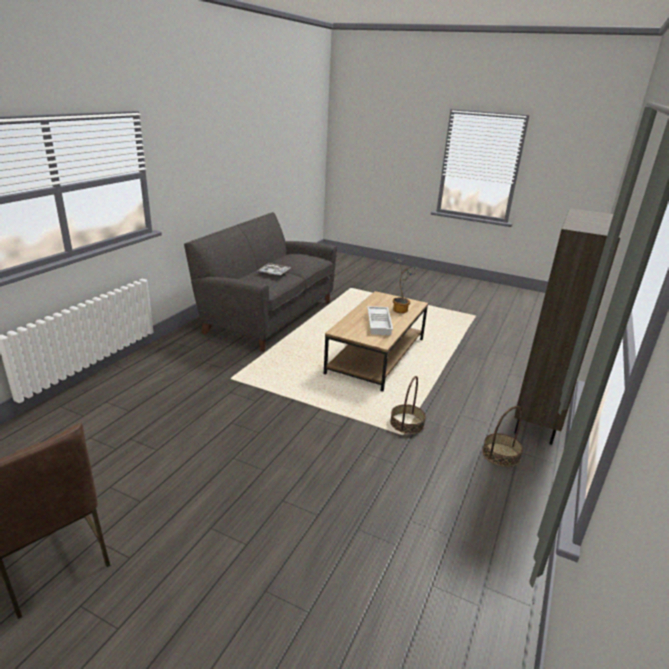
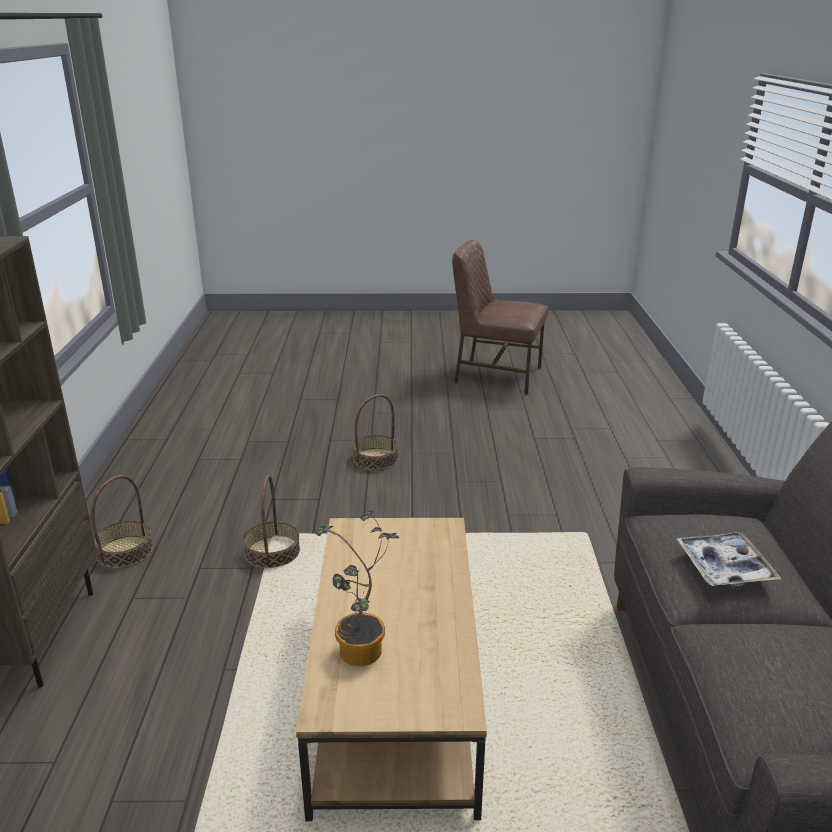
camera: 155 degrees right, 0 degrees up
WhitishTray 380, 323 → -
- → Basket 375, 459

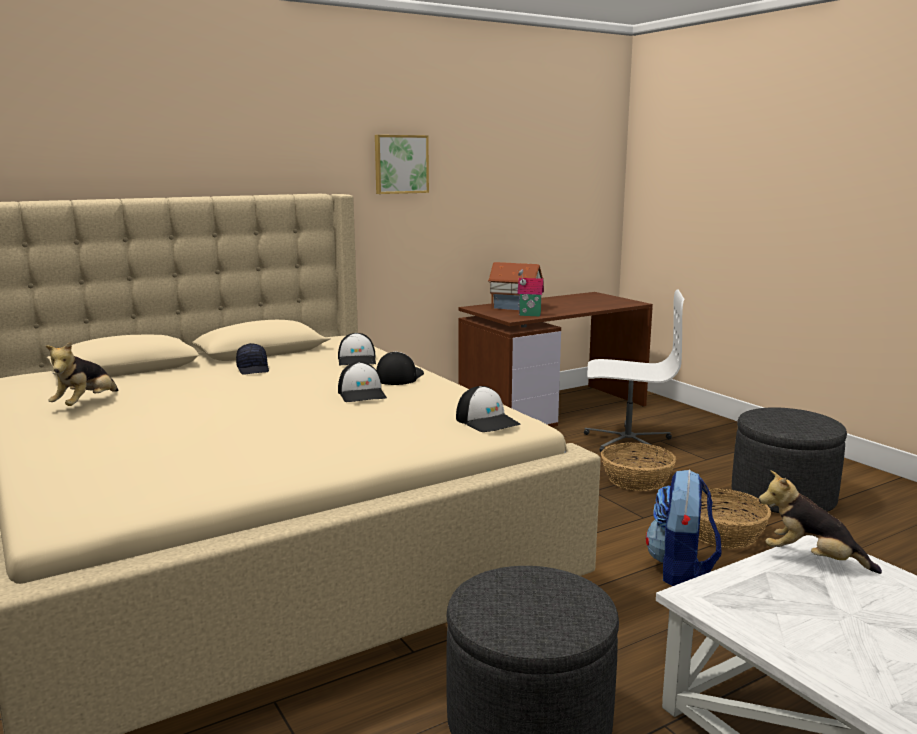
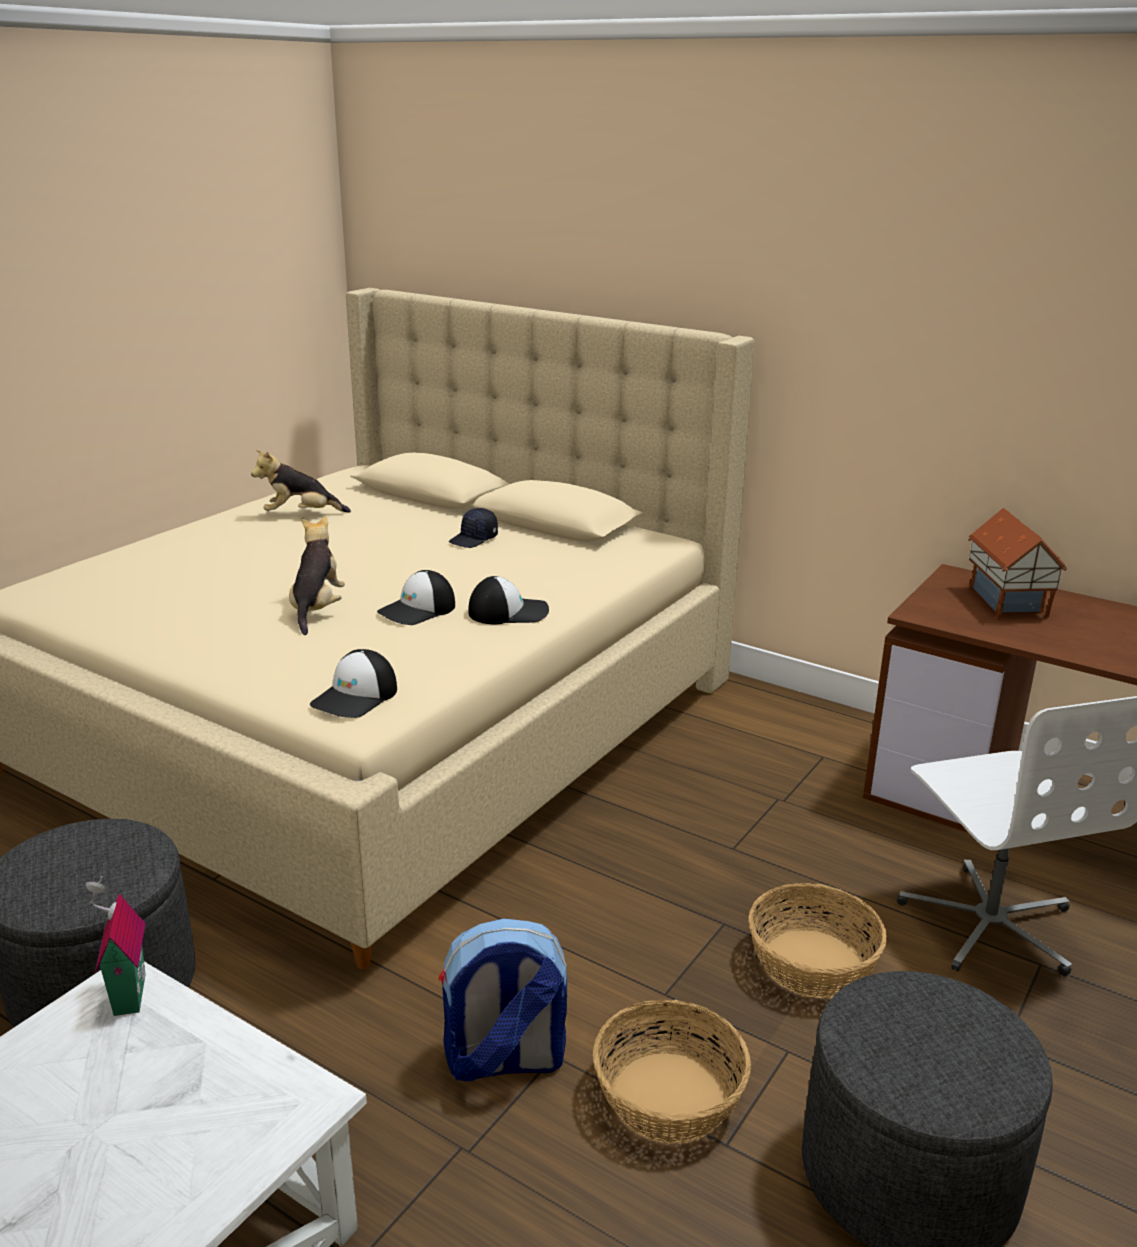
camera: 65 degrees right, 10 degrees up
Cap 357, 360 → -
WallArt 400, 164 → -
ToyHouse 529, 315 → ToyHouse 125, 994, move
CuddlyToy 811, 560 → CuddlyToy 317, 609, move

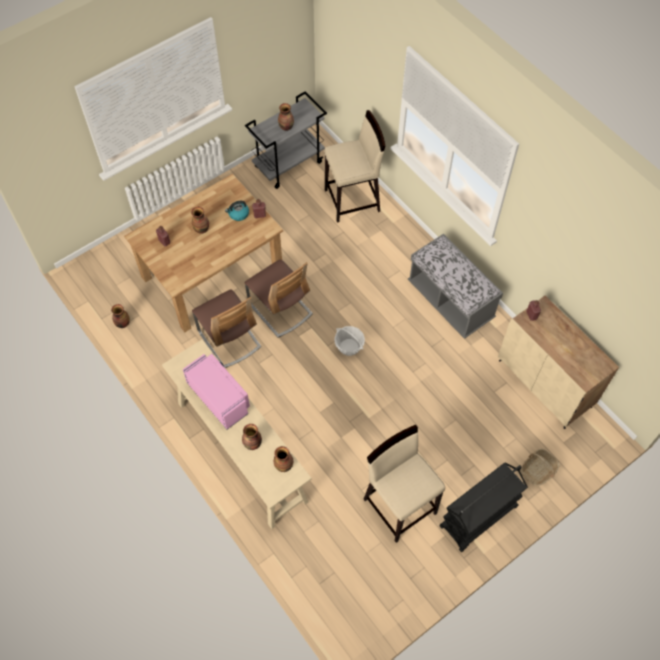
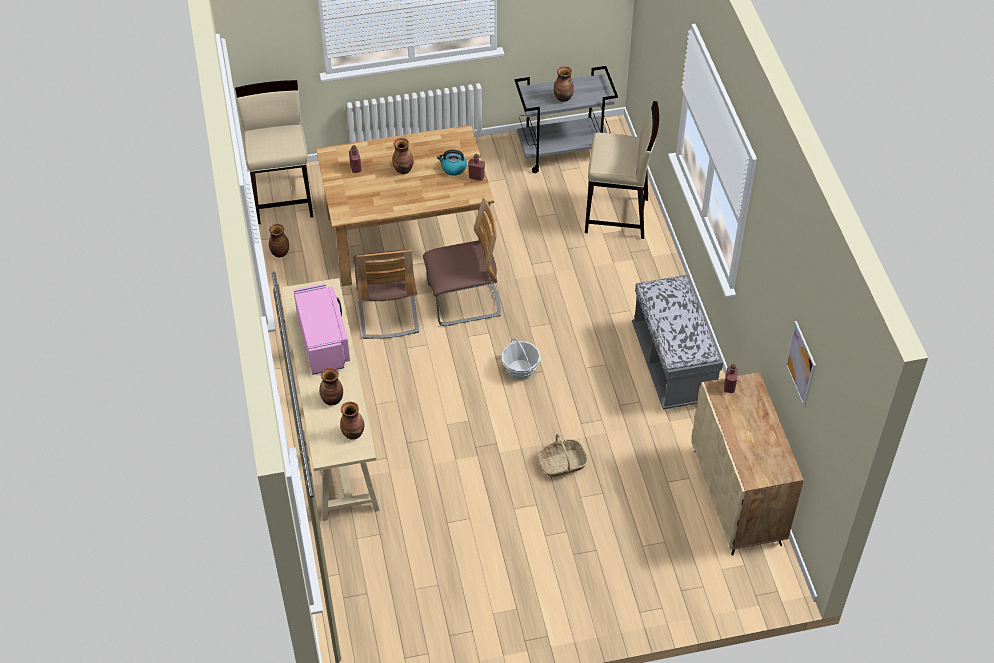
camera: 25 degrees right, 10 degrees down
Chair 280, 309 → Chair 463, 301, 90 degrees counterclockwise
SandColouredSittingStool 399, 505 → SandColouredSittingStool 283, 199, move
BlackColouredWheeledCart 478, 518 → -
Basket 538, 470 → Basket 562, 463, move
- → WallArt 801, 364

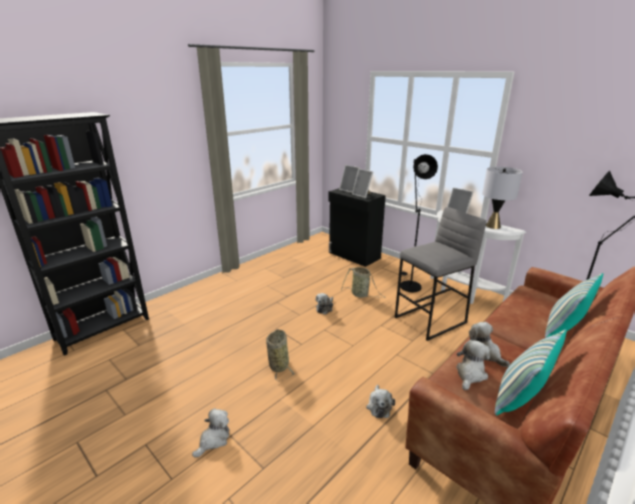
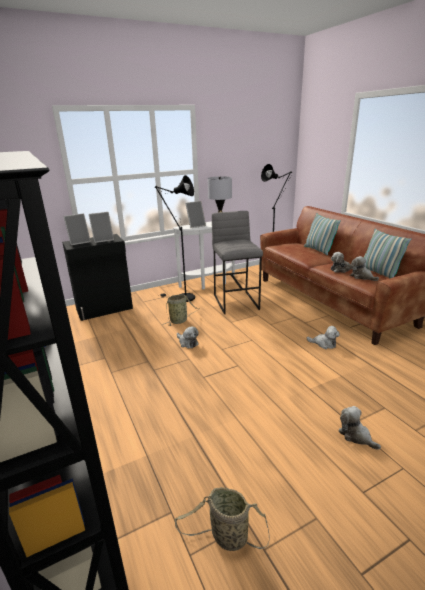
camera: 70 degrees left, 0 degrees up
Basket 279, 364 → Basket 226, 537, move

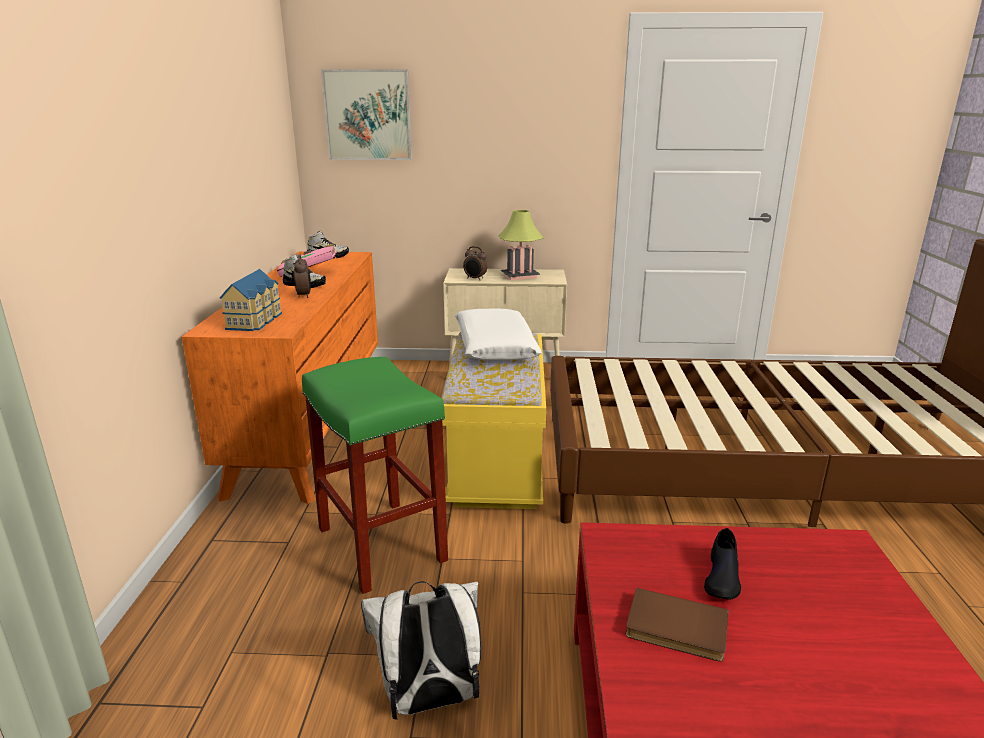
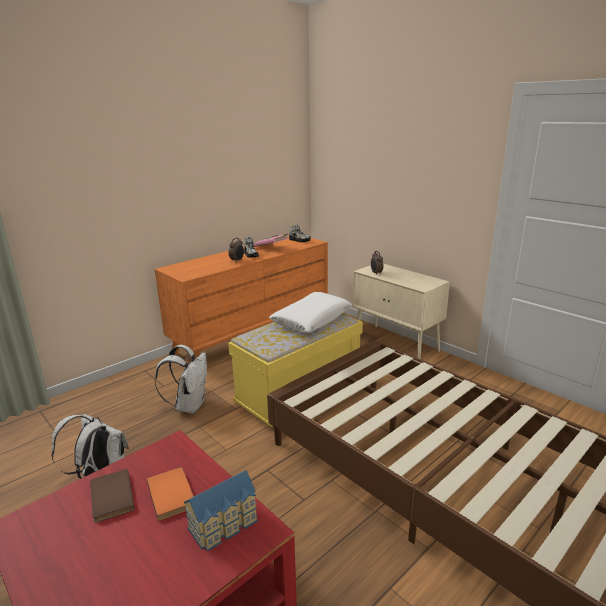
camera: 45 degrees right, 0 degrees up
ToyHouse 256, 320 → ToyHouse 225, 524, move
GreenSittingStool 379, 543 → WhitishKnapsack 189, 405
WallArt 368, 115 → -
LampForATable 520, 276 → -
BlackColouredShoe 722, 577 → OrangeBoundBook 173, 494

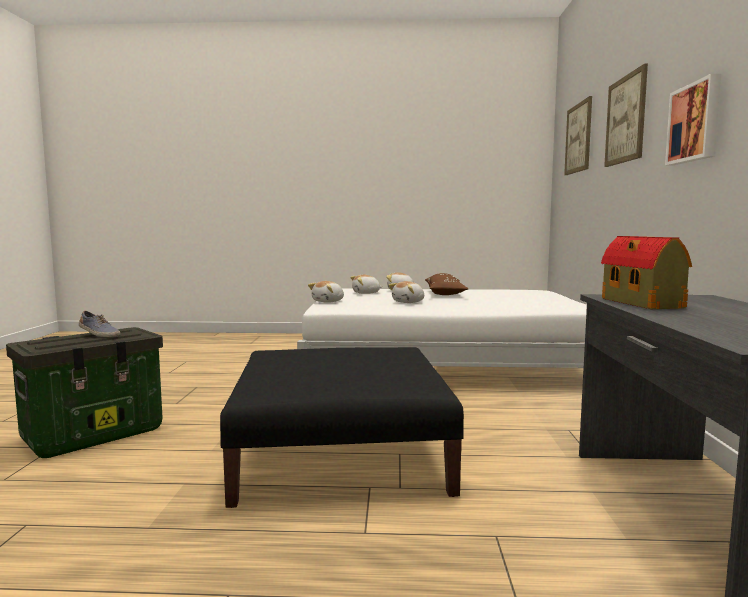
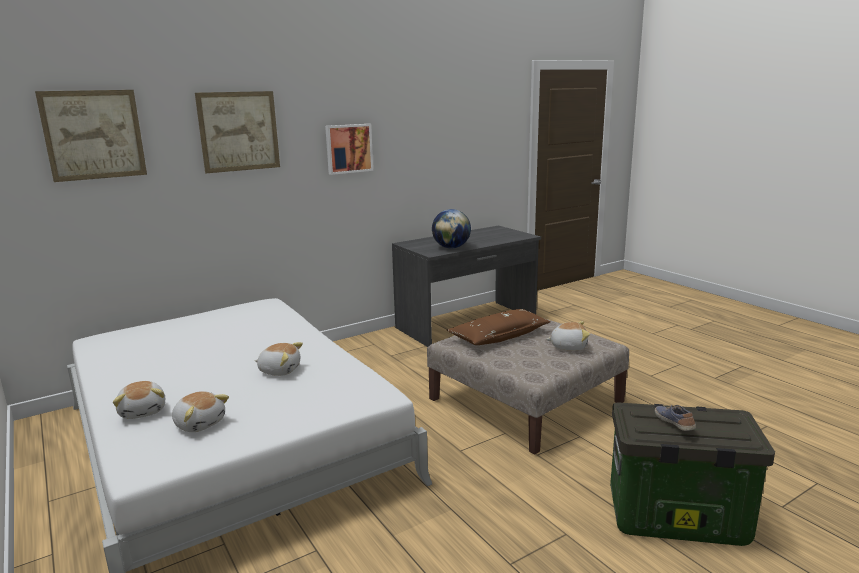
camera: 125 degrees left, 10 degrees up
BlackColouredPouffe 341, 455 → SandColouredPouffe 525, 400
CuddlyToy 328, 301 → CuddlyToy 568, 346, move
BrownPillow 445, 293 → BrownPillow 499, 336, move
ToyHouse 642, 303 → DeskGlobe 451, 247

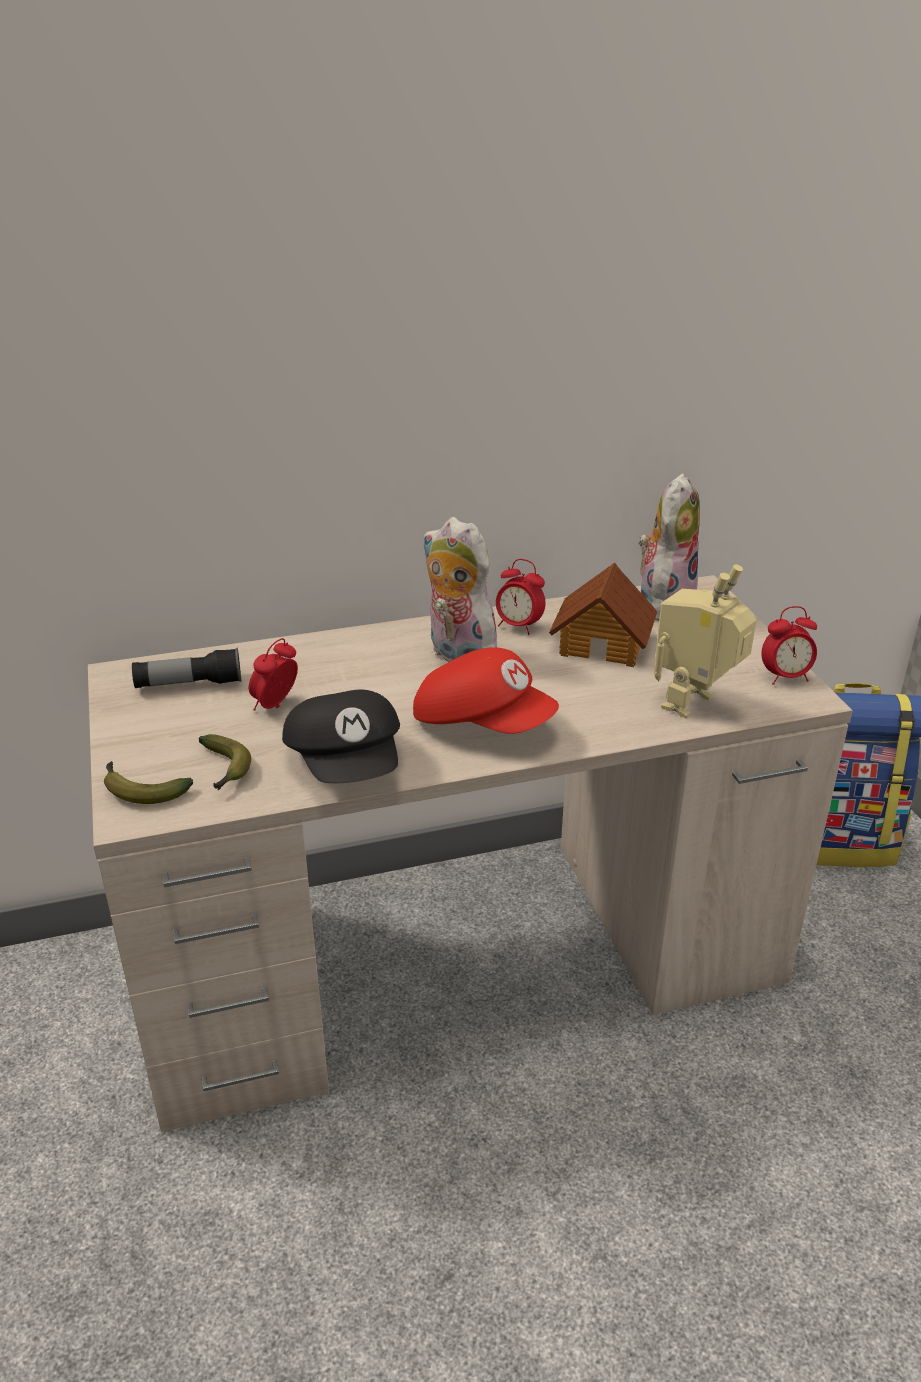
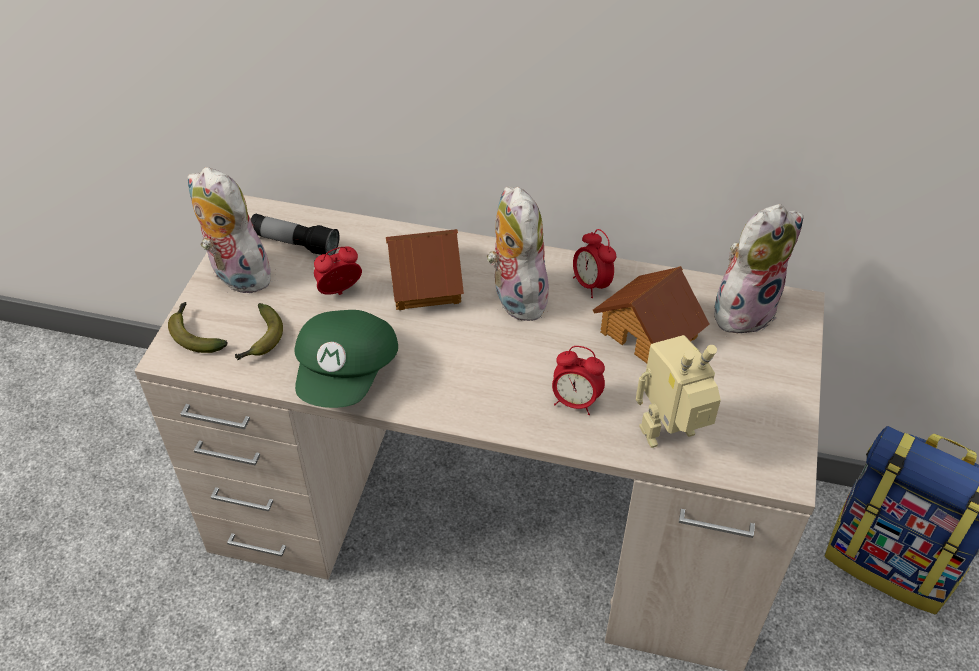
camera: 30 degrees right, 15 degrees up
BlackColouredCap 348, 764 → GreenCap 348, 373
RedCap 483, 722 → -
BedsideClock 785, 677 → BedsideClock 575, 402, move
- → CuddlyToy 236, 275
- → ToyHouse 423, 282

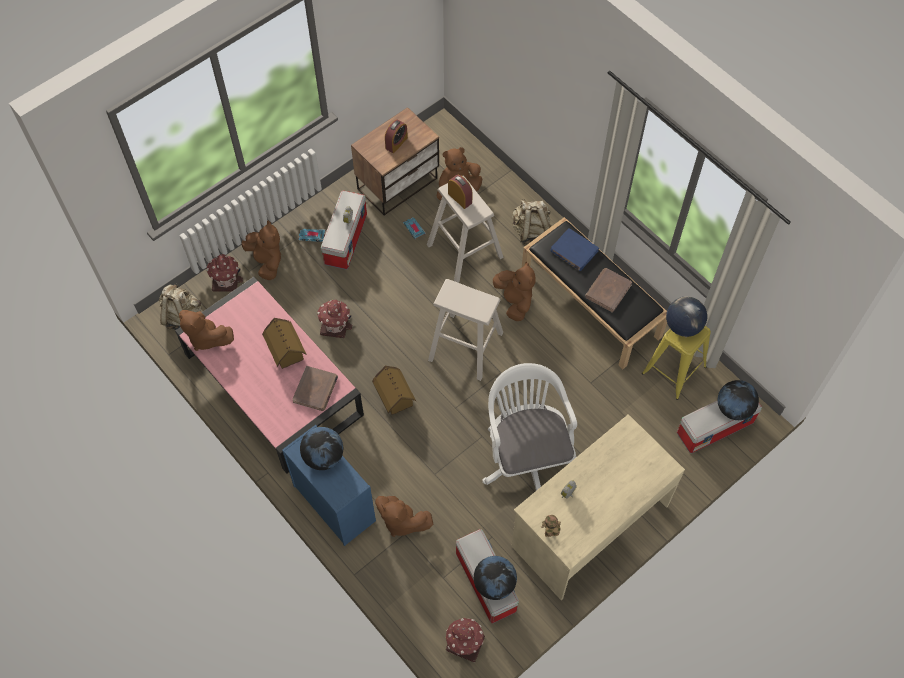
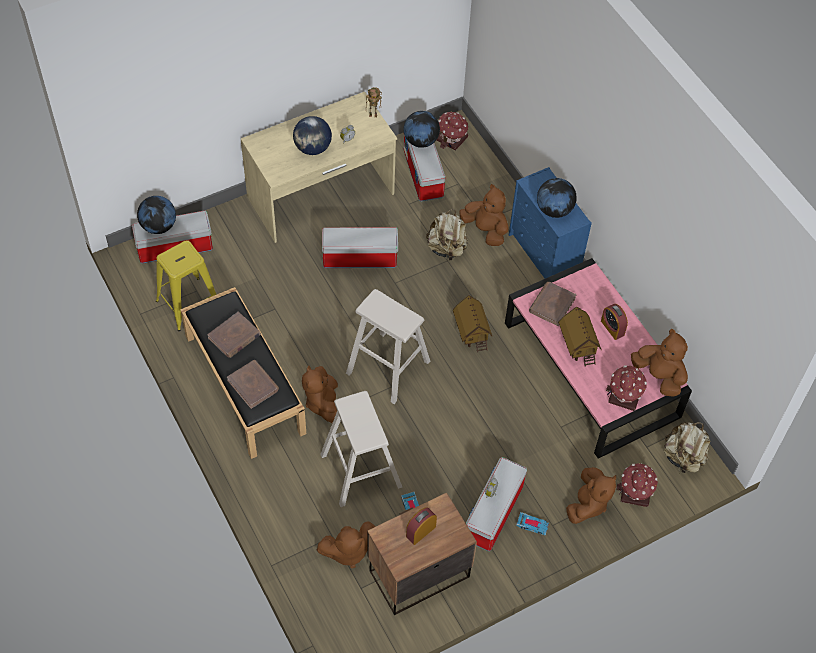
camera: 170 degrees left, 5 degrees down
BrownCuddlyToy 266, 261 → BrownCuddlyToy 587, 504, 135 degrees counterclockwise
ToyHouse 335, 324 → ToyHouse 624, 395, move
BedsideClock 460, 198 → BedsideClock 612, 328, move
WhitishDeskChair 526, 456 → StorageBox 359, 258
SandColouredKnapsack 531, 231 → SandColouredKnapsack 447, 248, move
BlueBoundBook 574, 251 → BrownBoundBook 253, 385
DeskGlobe 682, 326 → DeskGlobe 313, 148, move

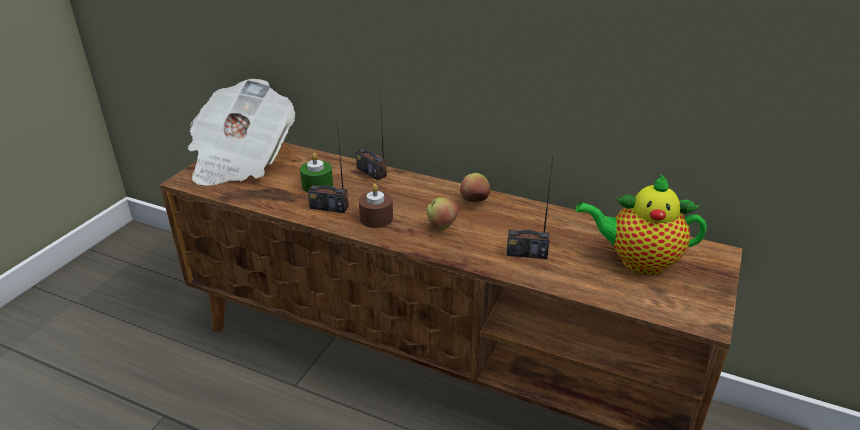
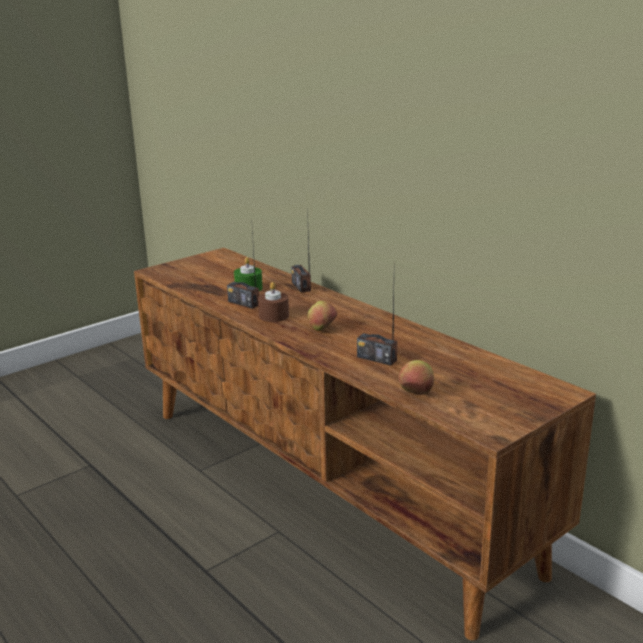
camera: 25 degrees right, 10 degrees down
DailyPaper 241, 160 → -
AppleFruit 474, 201 → AppleFruit 416, 394, move
Teapot 637, 261 → -

